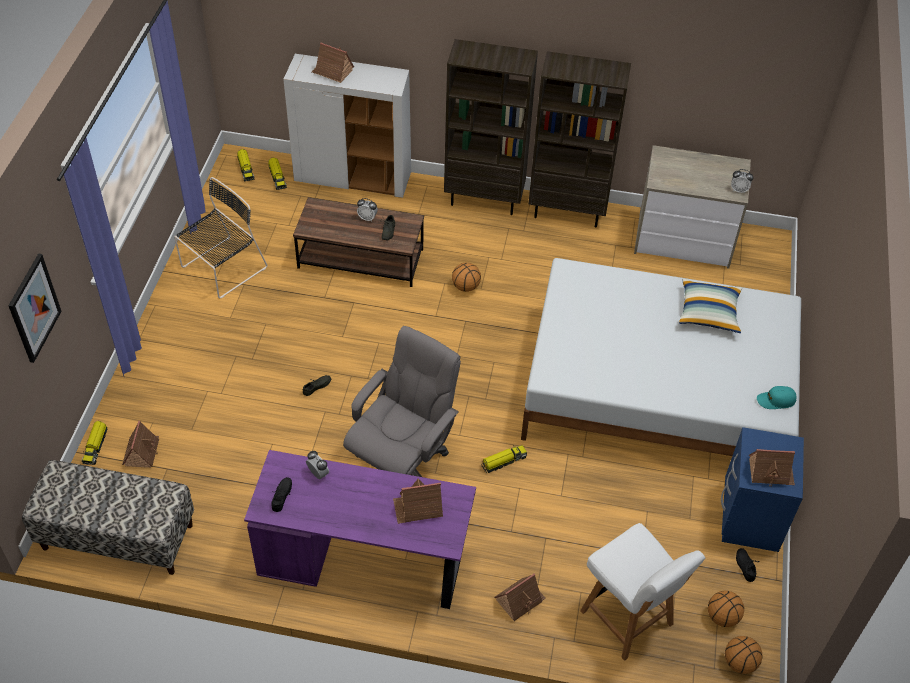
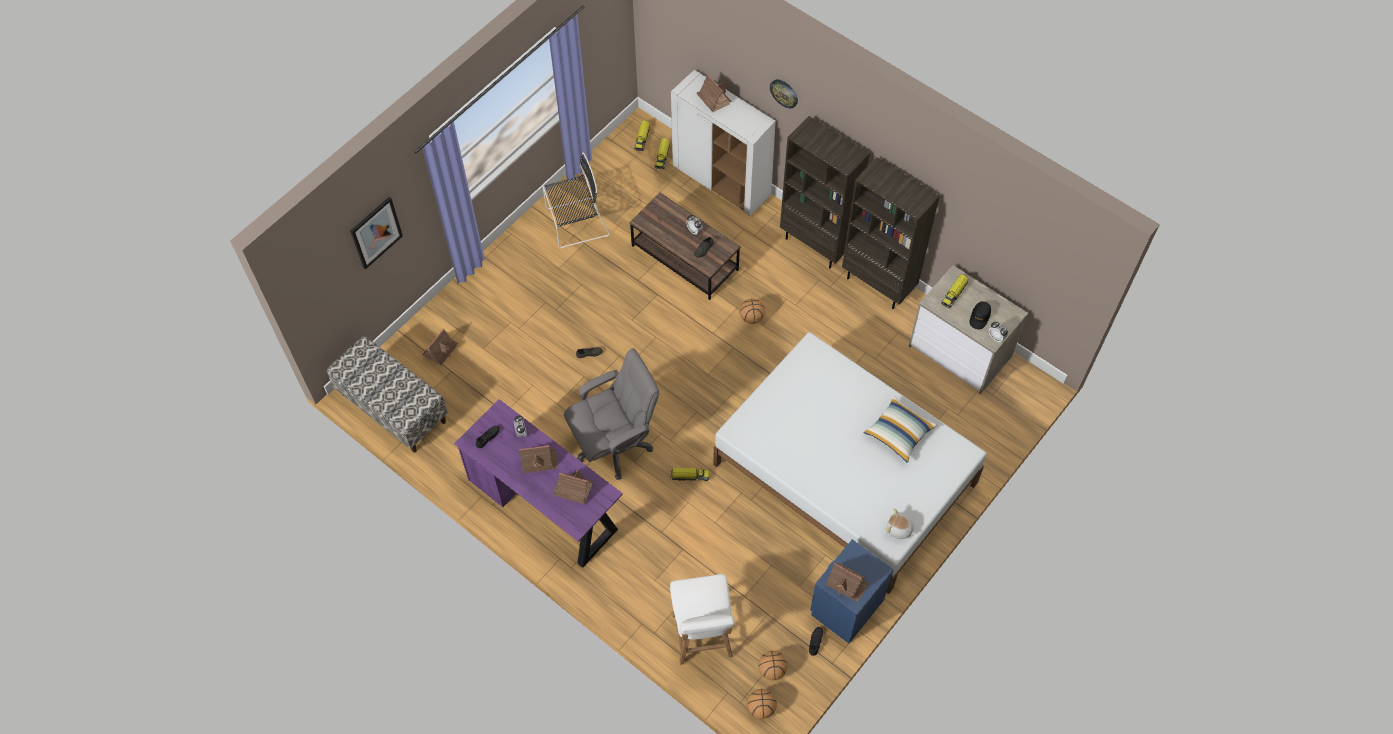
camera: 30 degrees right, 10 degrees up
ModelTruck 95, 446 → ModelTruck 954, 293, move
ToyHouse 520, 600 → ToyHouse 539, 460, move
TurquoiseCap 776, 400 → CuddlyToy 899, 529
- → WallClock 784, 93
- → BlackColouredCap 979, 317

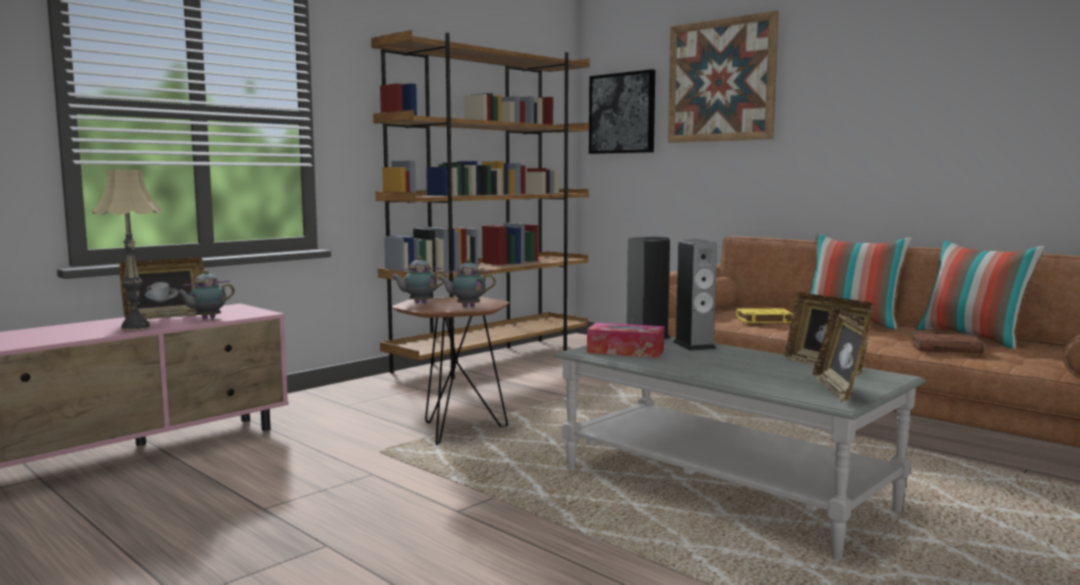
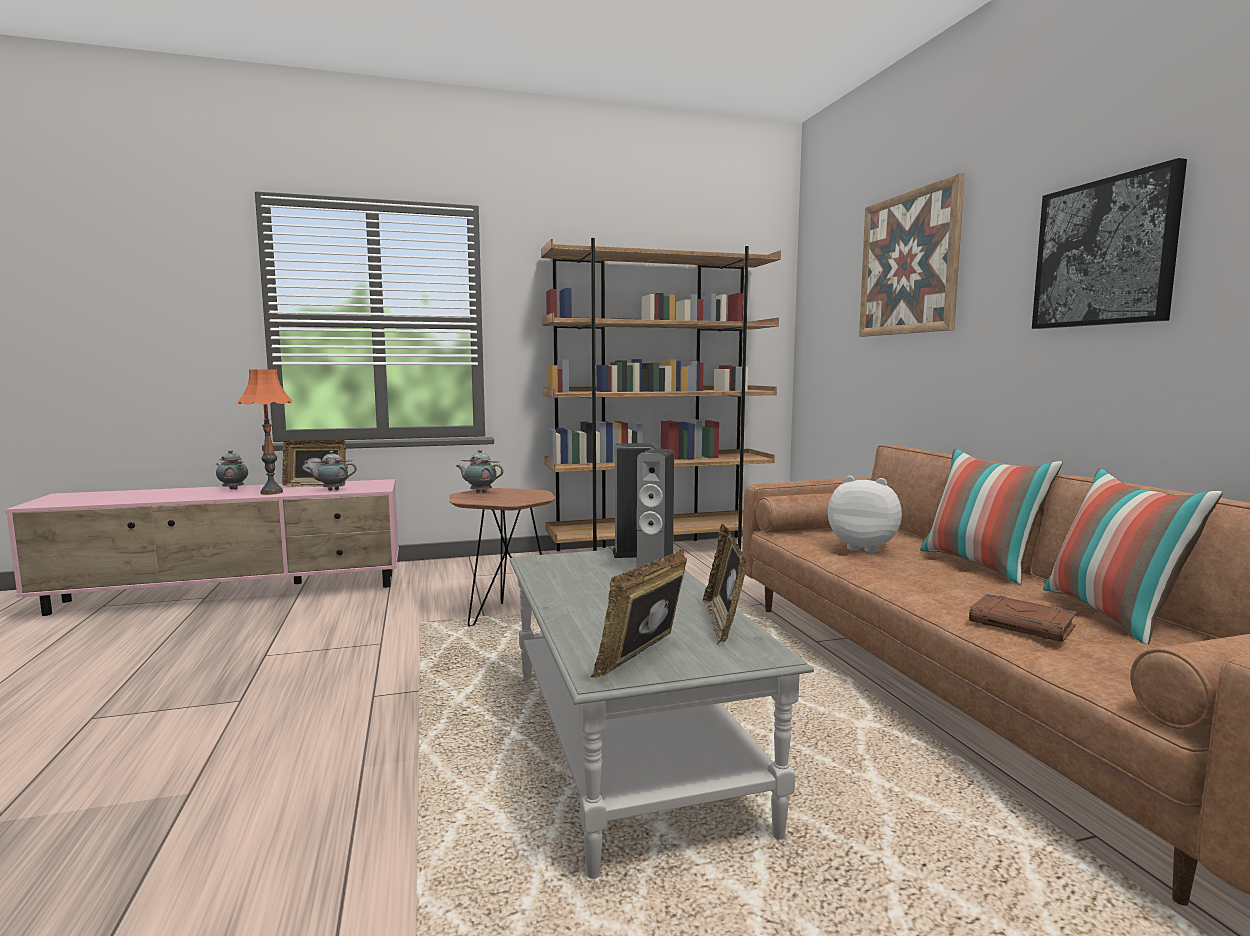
camera: 30 degrees right, 0 degrees up
SandColouredLampForATable 135, 327 → OrangeLampForATable 272, 492
Teapot 466, 307 → Teapot 233, 489, move
TissueHolder 625, 351 → -
WallArt 622, 113 → WallArt 1104, 253, move
YellowishBoundBook 763, 320 → CuddlyToy 864, 548

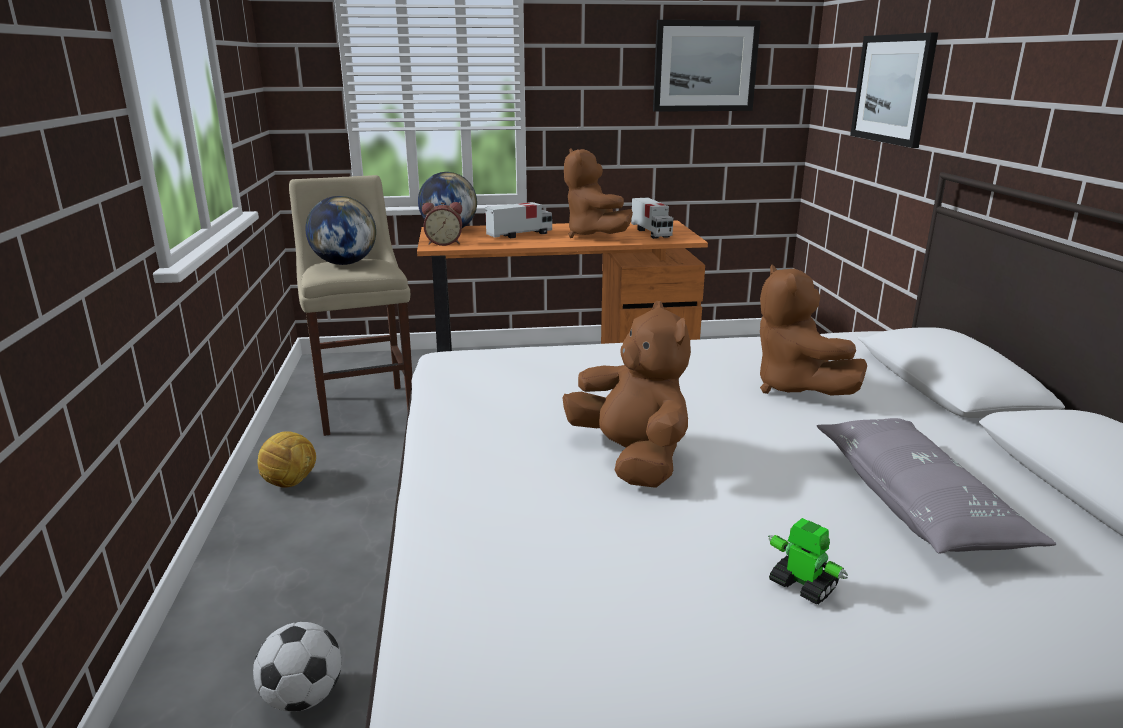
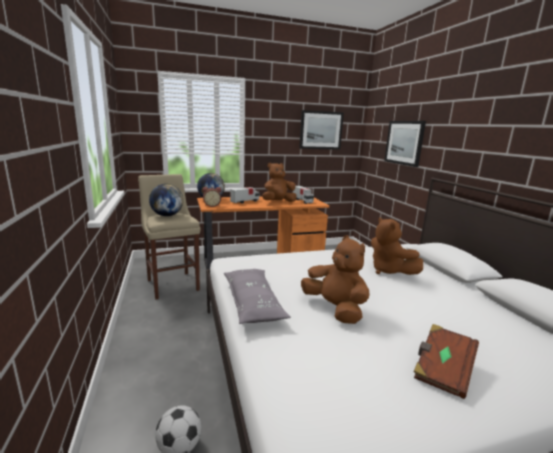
camera: 10 degrees left, 5 degrees down
BallForFootball 291, 482 → -
BrownCuddlyToy 593, 235 → BrownCuddlyToy 278, 202, 90 degrees clockwise
ModelRobot 802, 585 → BrownBoundBook 442, 370
GrayPillow 916, 502 → GrayPillow 253, 303, move

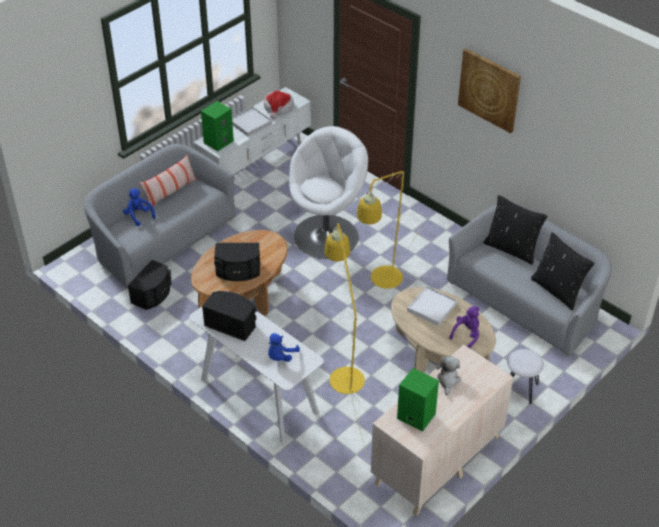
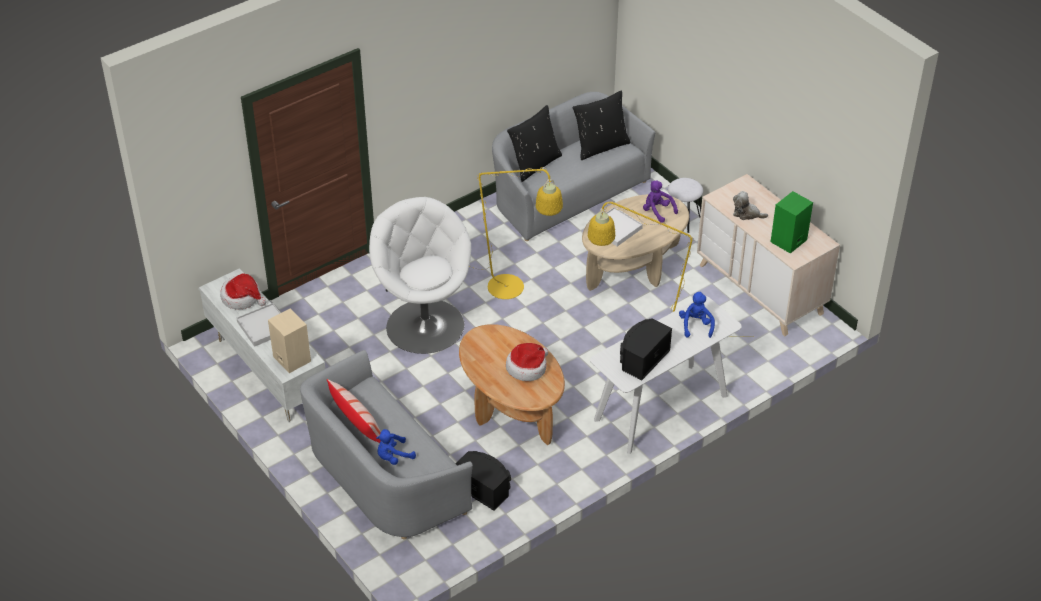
camera: 80 degrees left, 0 degrees up
GreenLoudspeaker 218, 141 → SandColouredLoudspeaker 291, 359
BlackColouredLoudspeaker 238, 271 → Hat 527, 367
BlueCuddlyToy 280, 356 → BlueCuddlyToy 696, 325, 135 degrees counterclockwise
WallArt 489, 90 → -

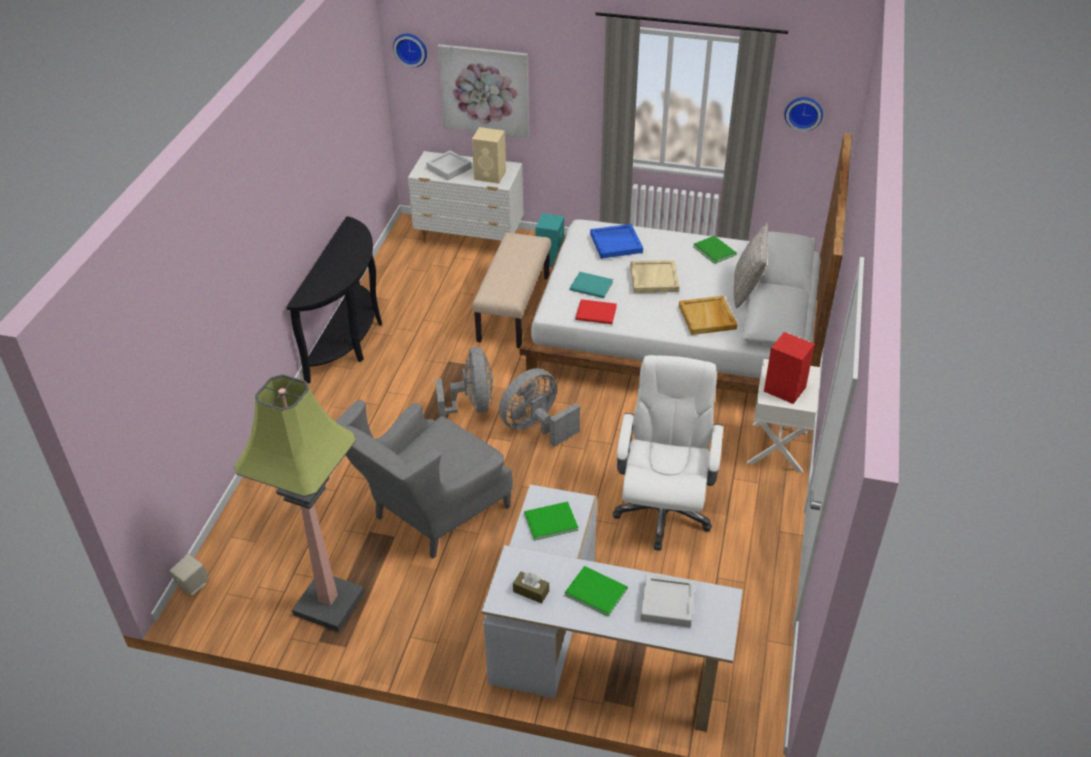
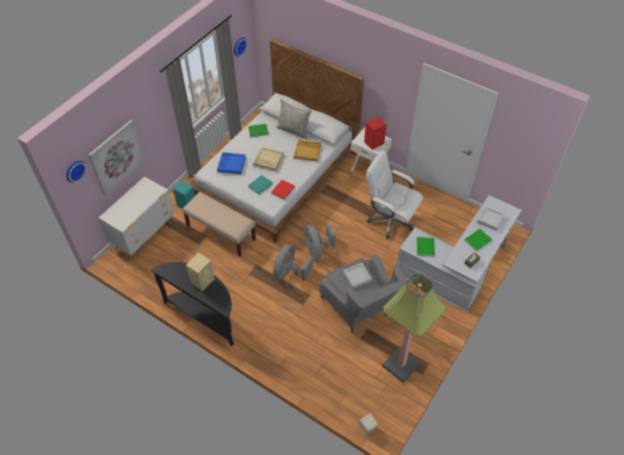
camera: 70 degrees left, 10 degrees up
GrayTray 449, 168 → GrayTray 357, 277, move
GrayElectricFan 471, 406 → GrayElectricFan 289, 272, 75 degrees counterclockwise
SandColouredLoudspeaker 491, 175 → SandColouredLoudspeaker 203, 280, move

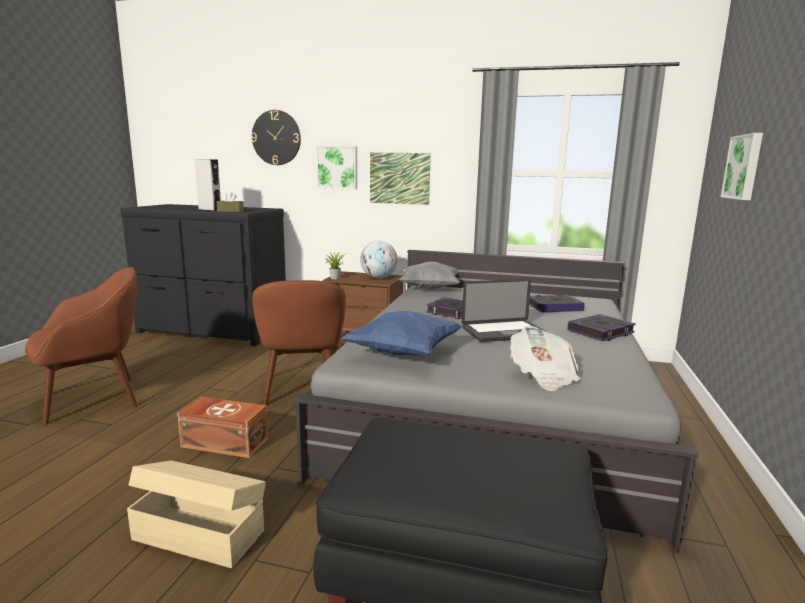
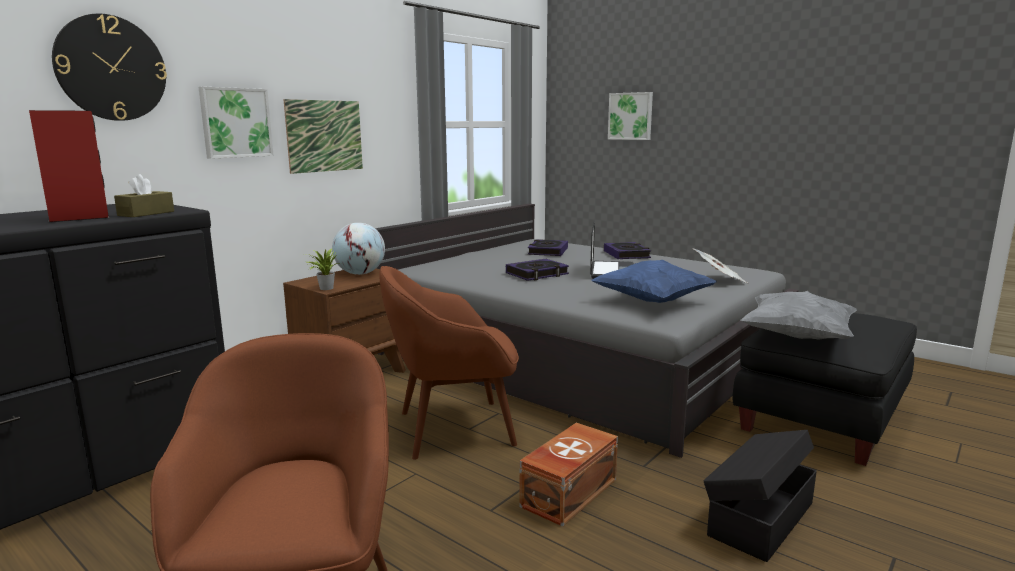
camera: 65 degrees left, 0 degrees up
SandColouredStorageBox 199, 534 → BlackColouredStorageBox 758, 518
GrayLoudspeaker 209, 210 → RedLoudspeaker 79, 219
BrownArmchair 303, 389 → BrownArmchair 452, 429, 150 degrees clockwise
GrayPillow 430, 288 → GrayPillow 797, 337, move

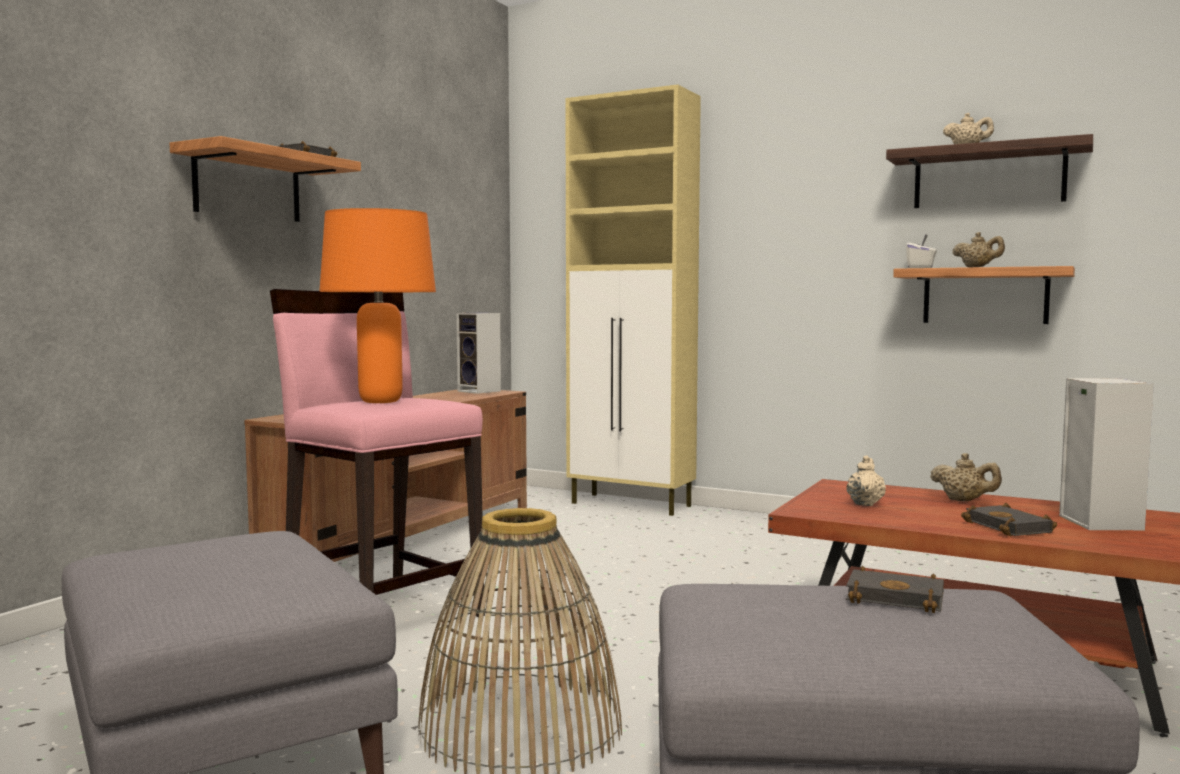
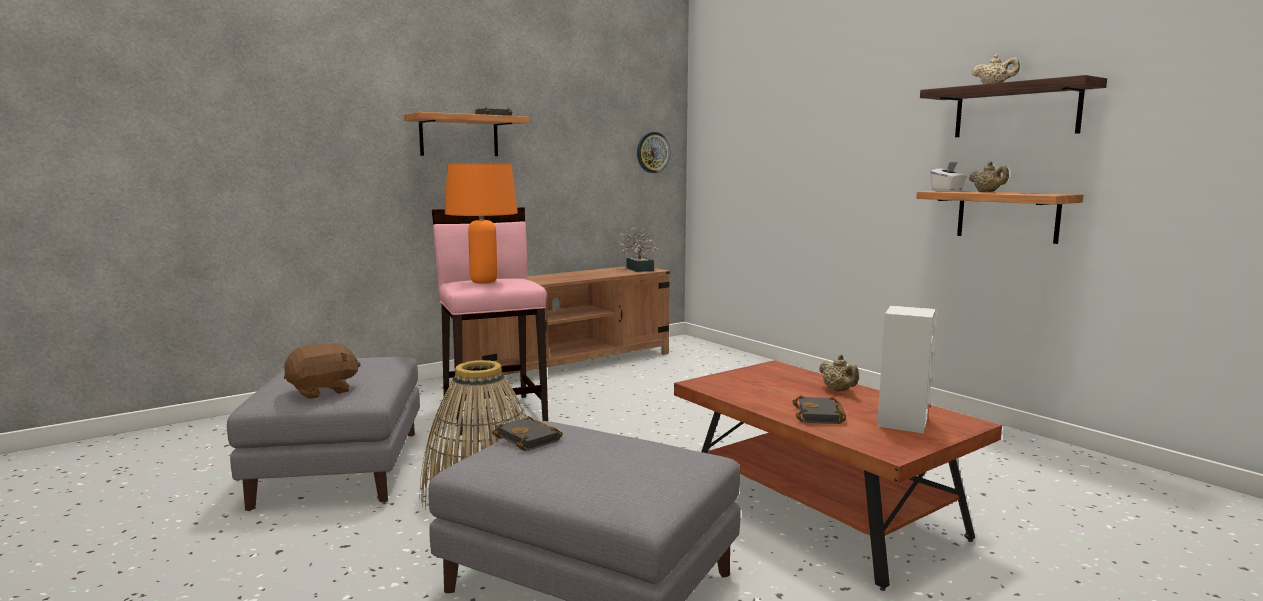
camera: 25 degrees right, 5 degrees up
Loudspeaker 480, 391 → Houseplant 638, 269
SandColouredCupboard 632, 505 → -
BlackColouredBoundBook 897, 598 → BlackColouredBoundBook 530, 439, move
SandColouredTeapot 865, 503 → -
- → BrownCuddlyToy 323, 391
- → WallClock 652, 152

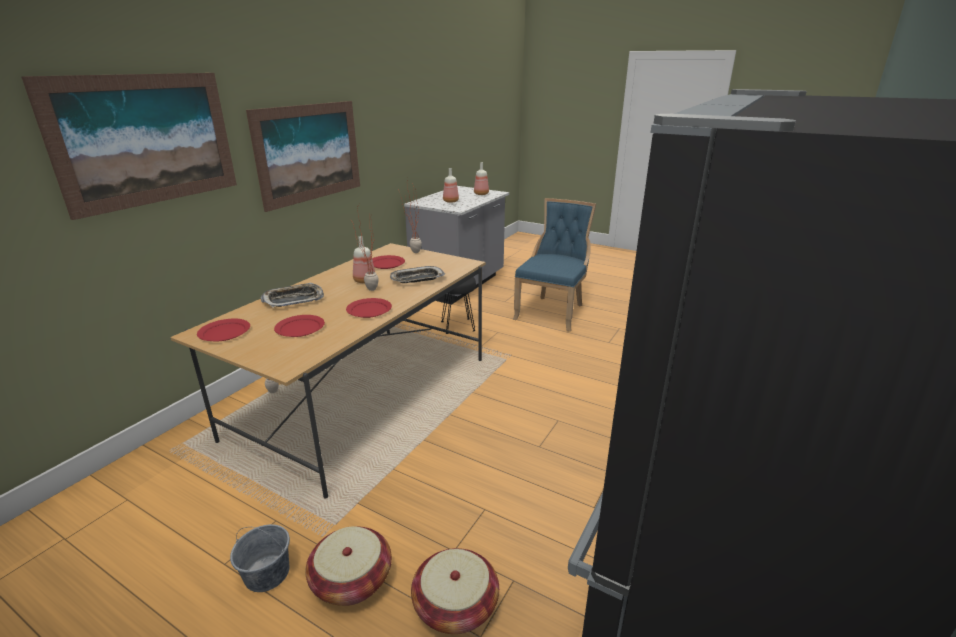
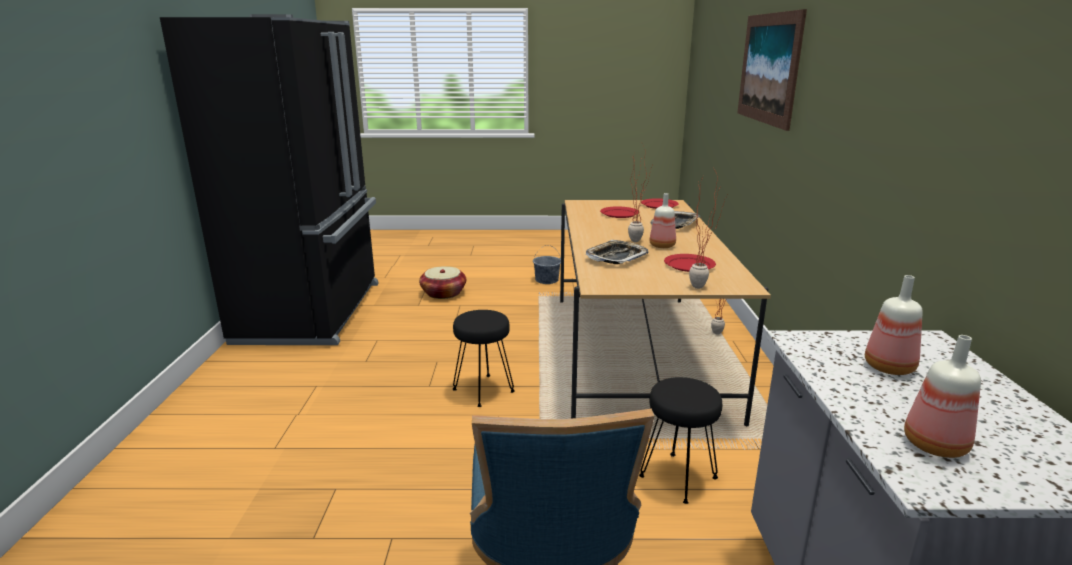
camera: 150 degrees right, 5 degrees down
WallArt 309, 153 → -
Basket 352, 580 → -
RedFlatDish 369, 310 → -
- → BlackColouredSittingStool 483, 390

